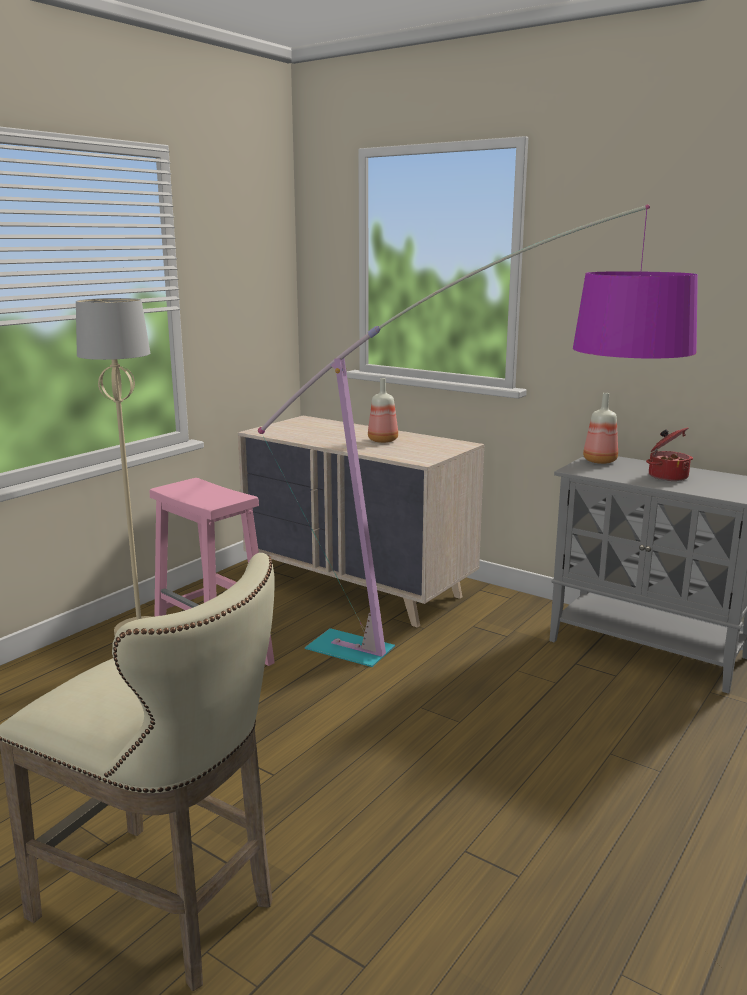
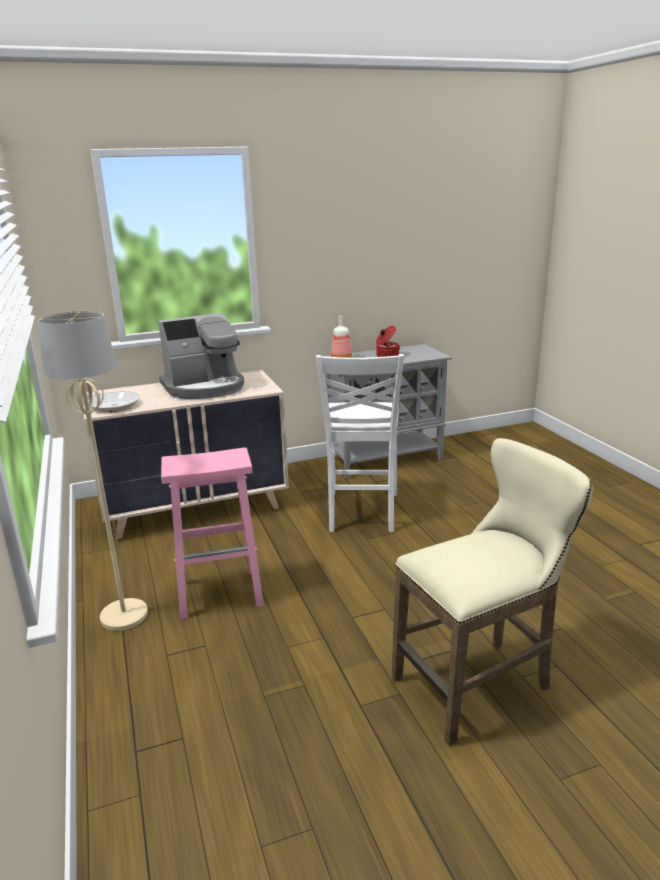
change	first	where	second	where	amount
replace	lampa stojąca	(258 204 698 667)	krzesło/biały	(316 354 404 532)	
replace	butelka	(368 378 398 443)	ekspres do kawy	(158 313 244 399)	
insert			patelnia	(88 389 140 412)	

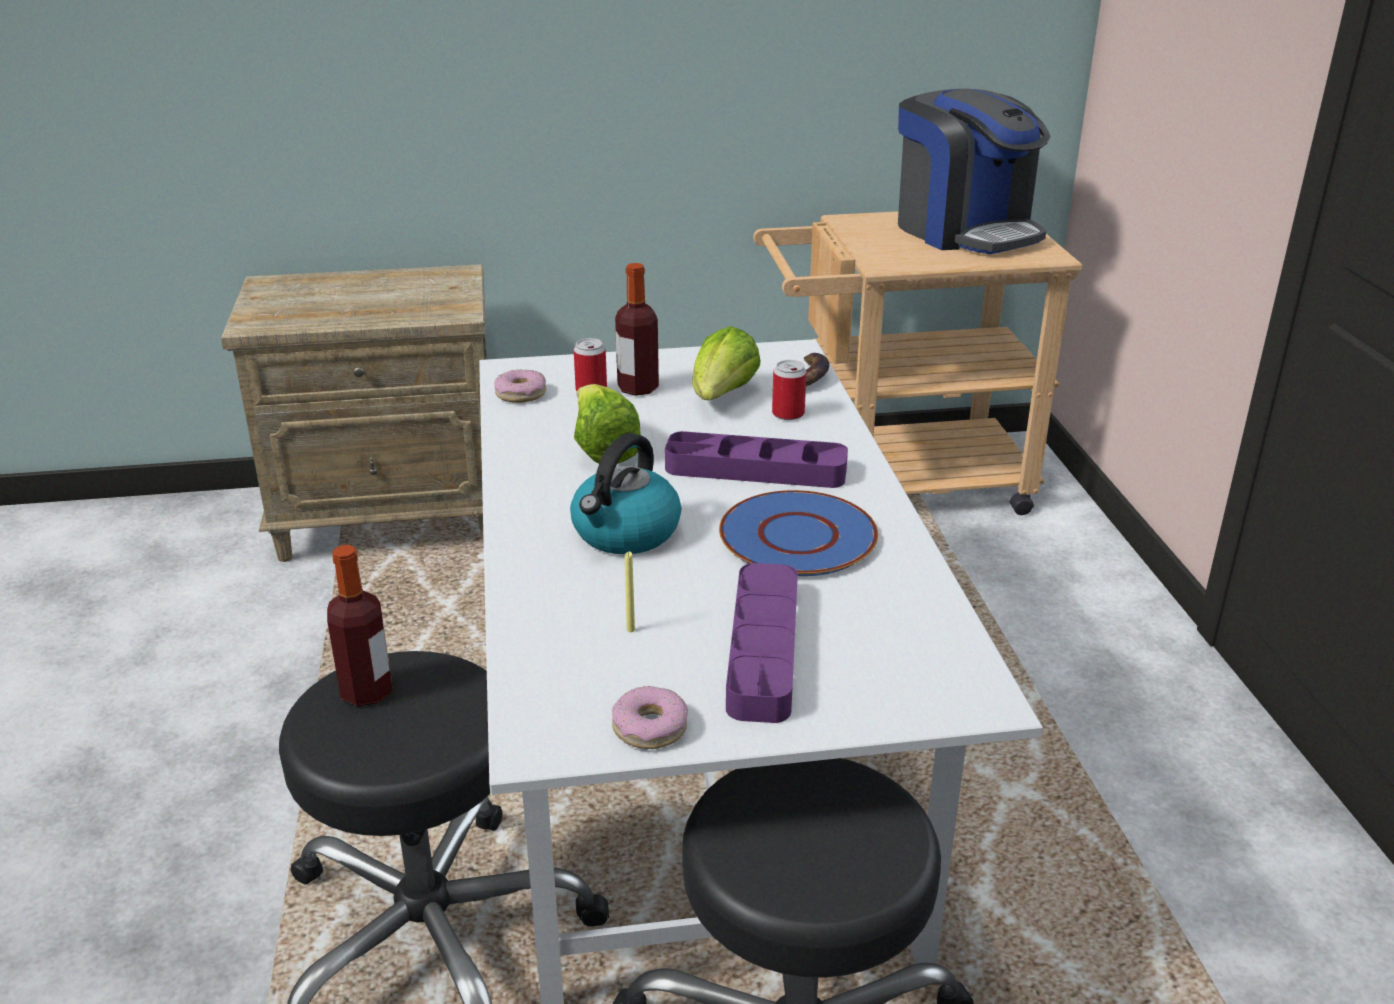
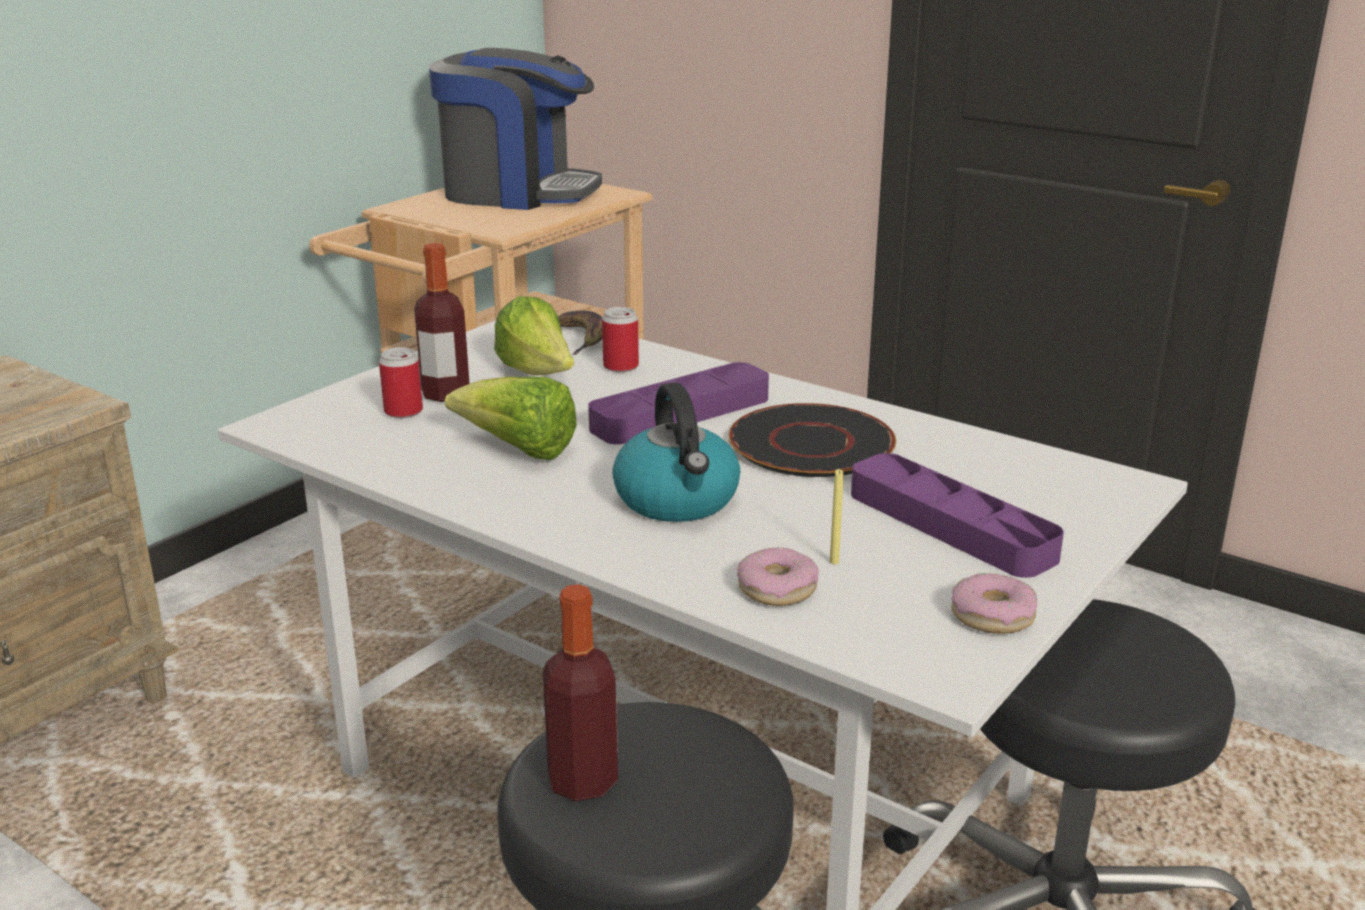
change	first	where	second	where	amount
move	donut	(494 369 546 403)		(737 547 819 606)	
recolor	talerz/niebieski	(719 490 878 576)	talerz/czarny	(729 403 896 477)	

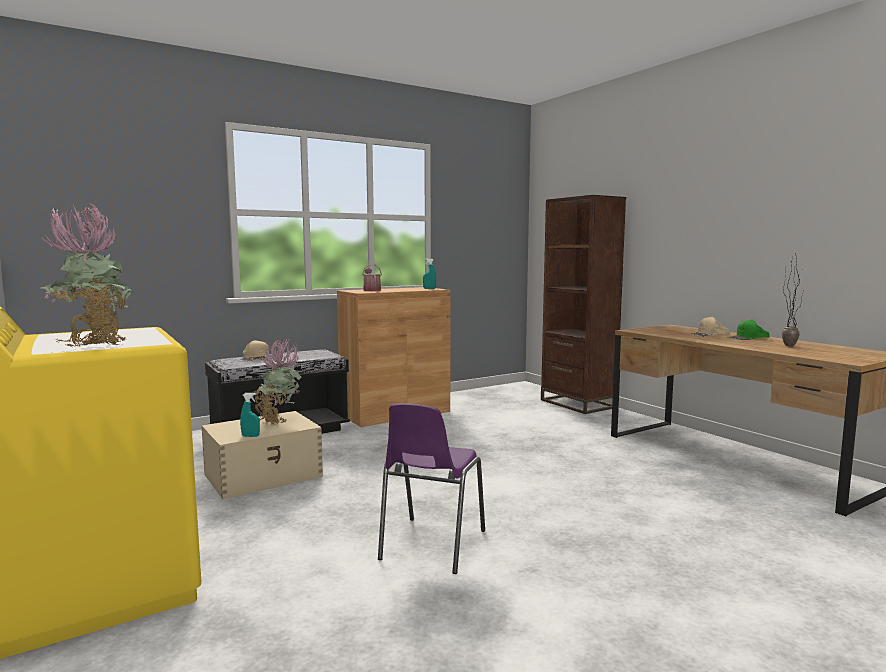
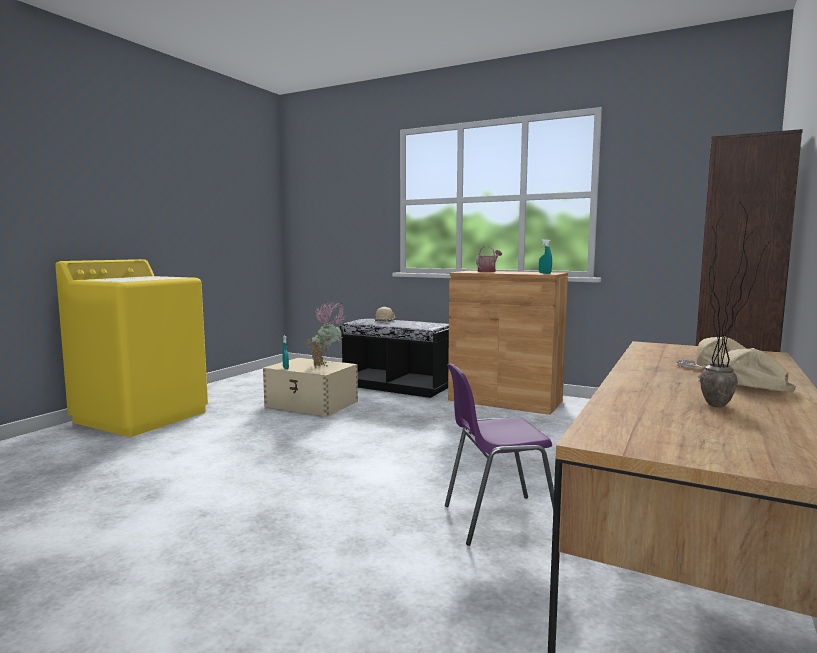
change	first	where	second	where	amount
delete	roślina doniczkowa	(40 204 133 347)			
move	krzesło/fioletowy	(378 403 485 574)		(445 363 554 546)	
recolor	czapka z daszkiem/zielony	(727 319 770 340)	czapka z daszkiem/beżowy	(698 348 796 392)	

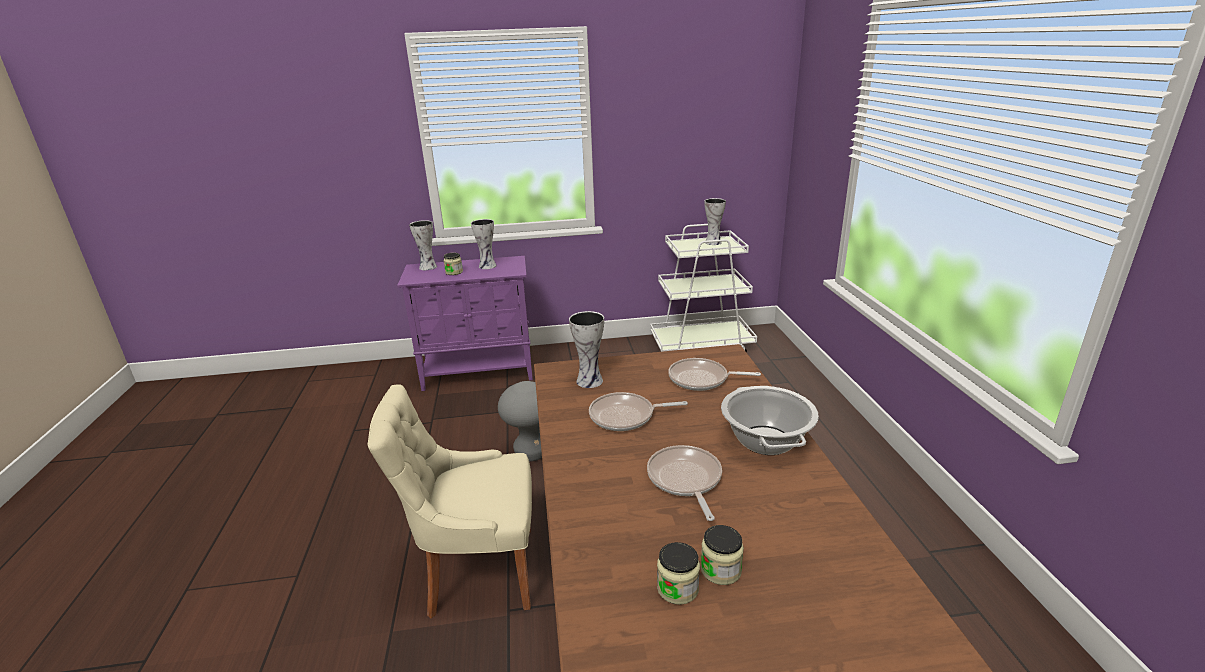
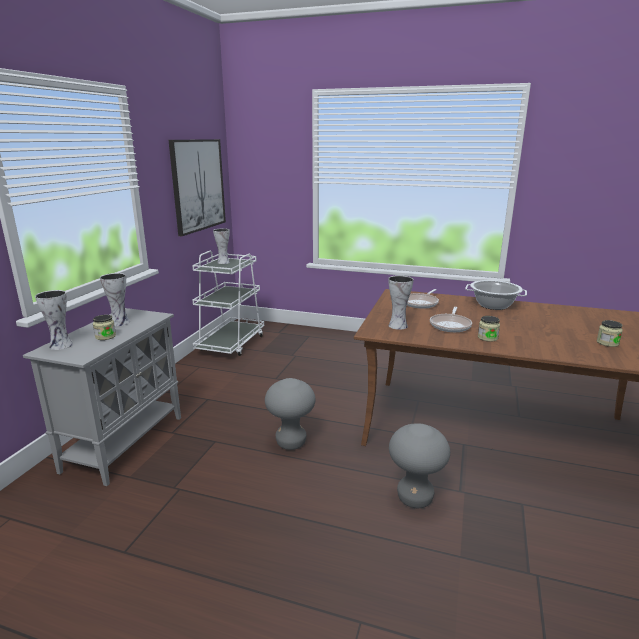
change	first	where	second	where	amount
replace	krzesło/beżowy	(368 384 532 618)	stołek/szary	(389 423 450 508)	
recolor	szafka/fioletowy	(397 256 533 391)	szafka/szary	(23 308 181 486)	
delete	patelnia	(647 445 722 521)			
move	słoik	(701 525 744 585)		(478 316 500 342)	
insert			obraz	(168 139 226 236)	

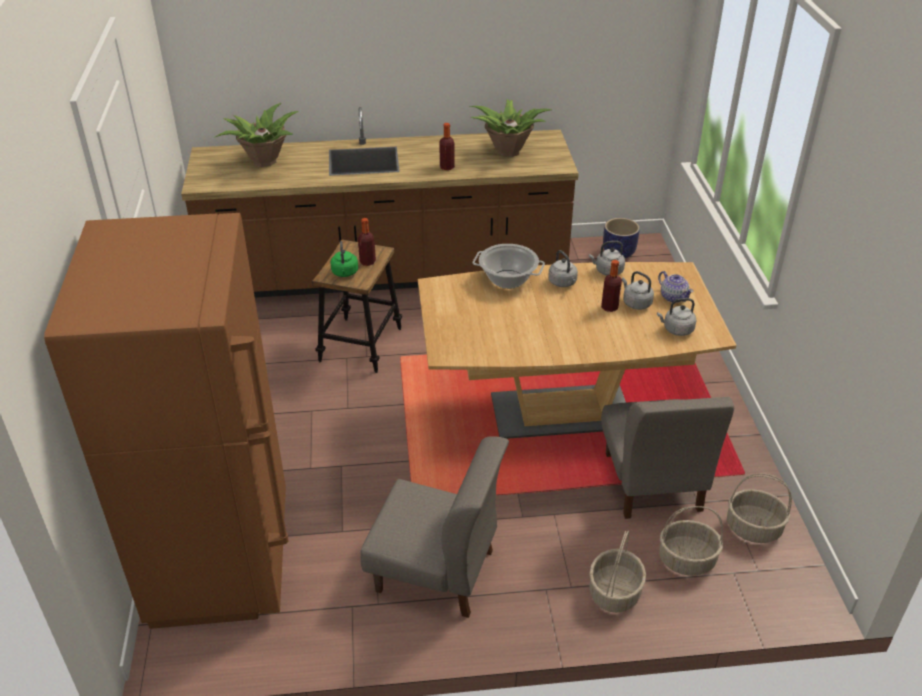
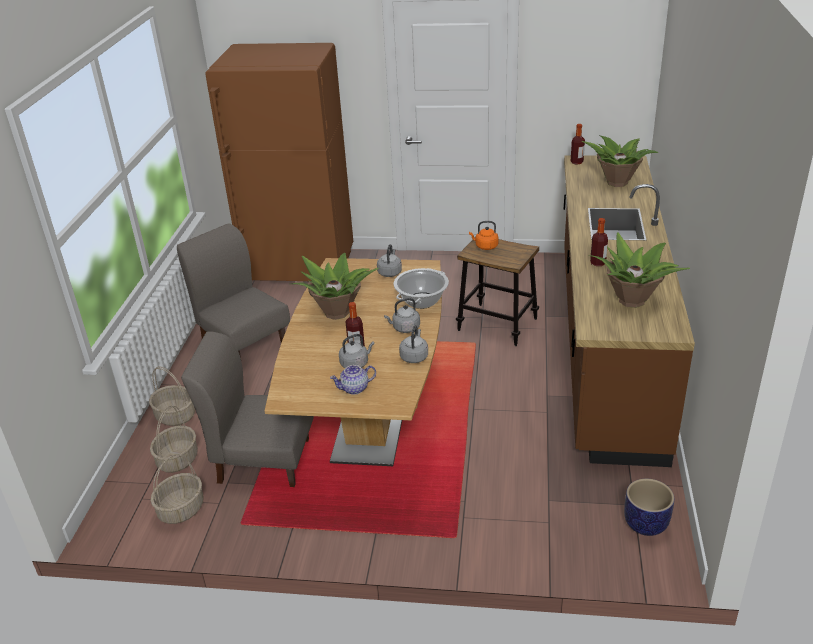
change	first	where	second	where	amount
recolor	czajnik/zielony	(330 241 358 277)	czajnik/pomarańczowy	(469 221 499 250)	
move	butelka	(358 218 376 266)		(571 124 585 165)	
rotate	krzesło/szary	(360 436 509 618)		(177 223 290 358)	105 degrees clockwise
move	czajnik/szary	(657 298 696 336)		(377 244 402 277)	
insert			roślina doniczkowa	(292 253 379 320)	

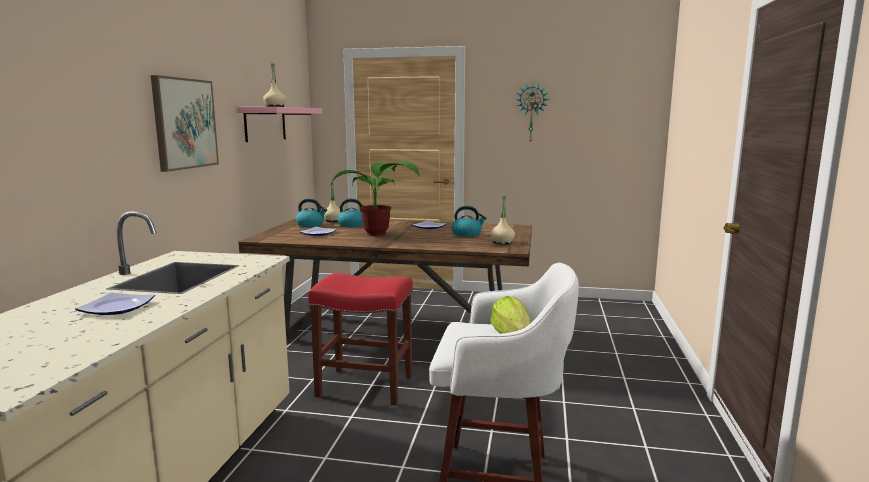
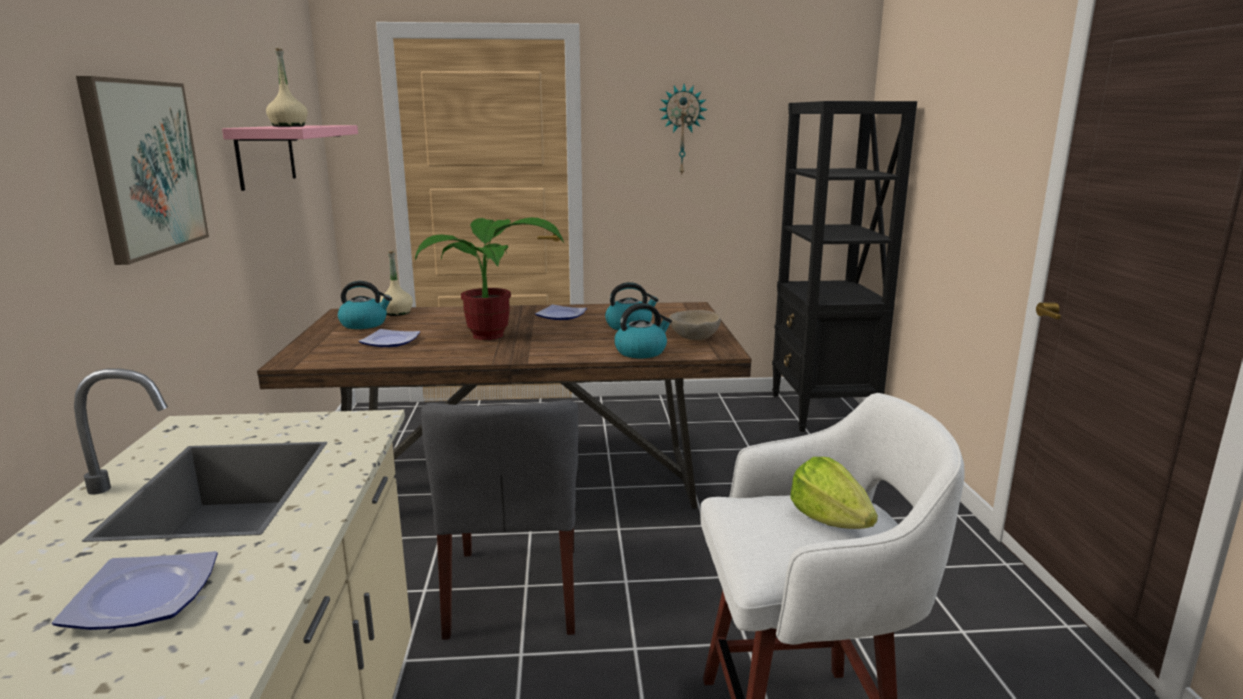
change	first	where	second	where	amount
replace	stołek/czerwony	(308 273 413 405)	krzesło/szary	(421 400 578 640)	
move	czajnik	(337 199 363 227)		(614 303 672 358)	
replace	butelka/beżowy	(490 197 515 244)	miska/beżowy	(669 310 721 340)	
insert			regał/czarny	(772 101 917 432)	

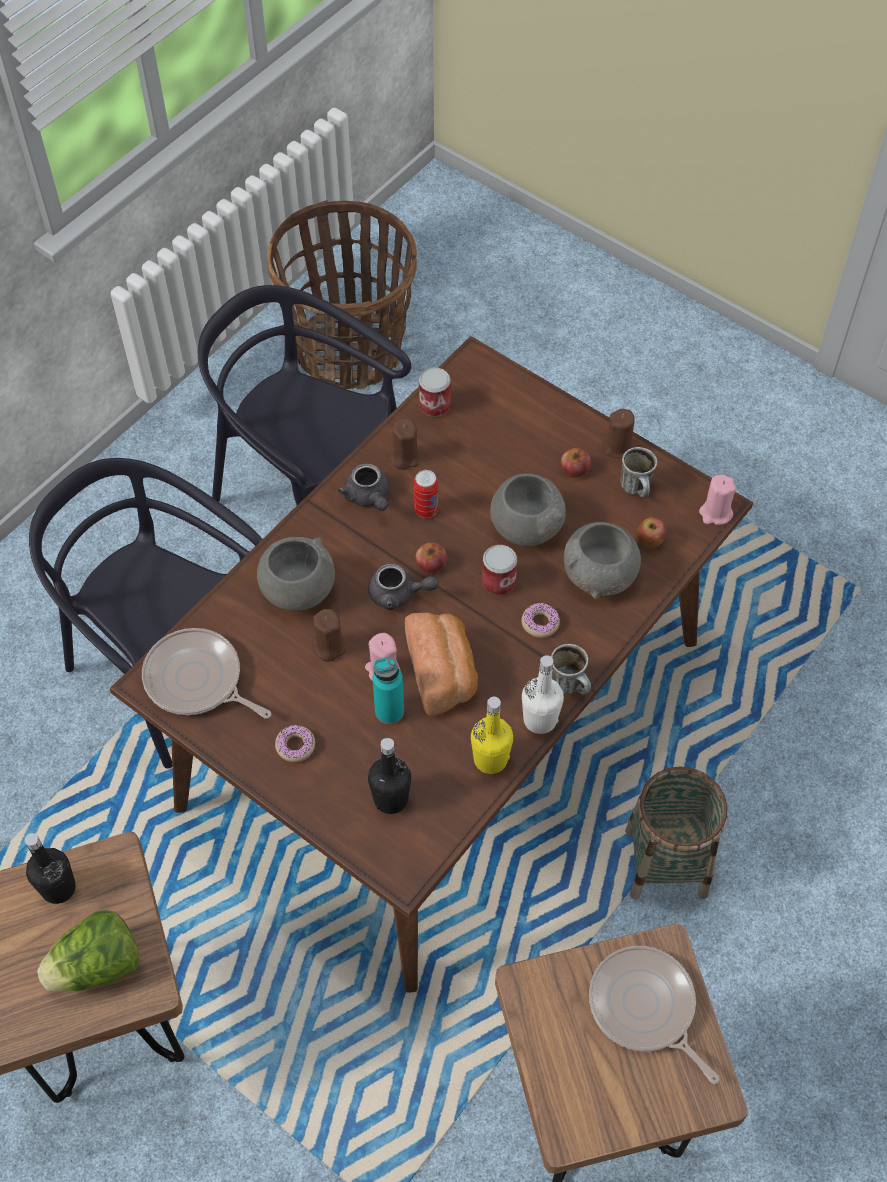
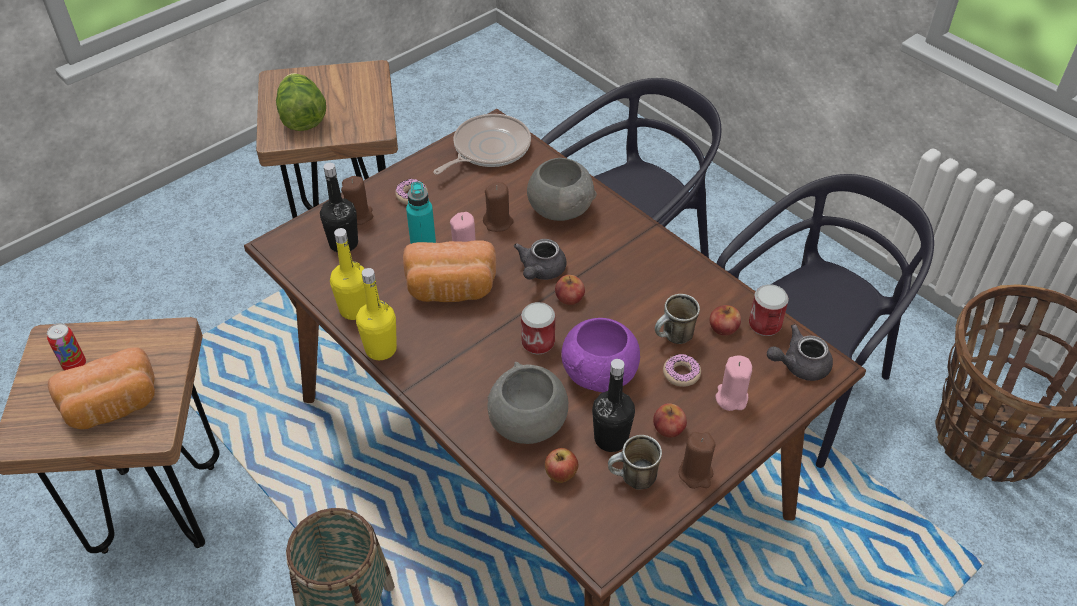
change	first	where	second	where	amount
move	butelka/czarny	(25 833 76 904)		(592 359 635 452)	
move	imbryk/szary	(338 463 389 511)		(767 324 833 381)	
move	świeca/brązowy	(390 418 420 470)		(341 176 373 225)	
move	puszka	(414 470 438 518)		(47 323 86 371)	
recolor	miska/szary	(490 473 566 546)	miska/fioletowy	(561 318 640 392)	
move	donut	(521 603 560 638)		(663 354 701 387)	
recolor	butelka/biały	(522 655 564 734)	butelka/żółty	(356 268 397 360)	
move	kubek	(551 644 591 695)		(655 294 700 344)	
replace	patelnia	(589 946 719 1084)	chleb	(48 347 155 429)	
move	świeca/różowy	(699 475 736 525)		(716 355 752 411)	
insert			jabłko	(710 305 741 336)	

